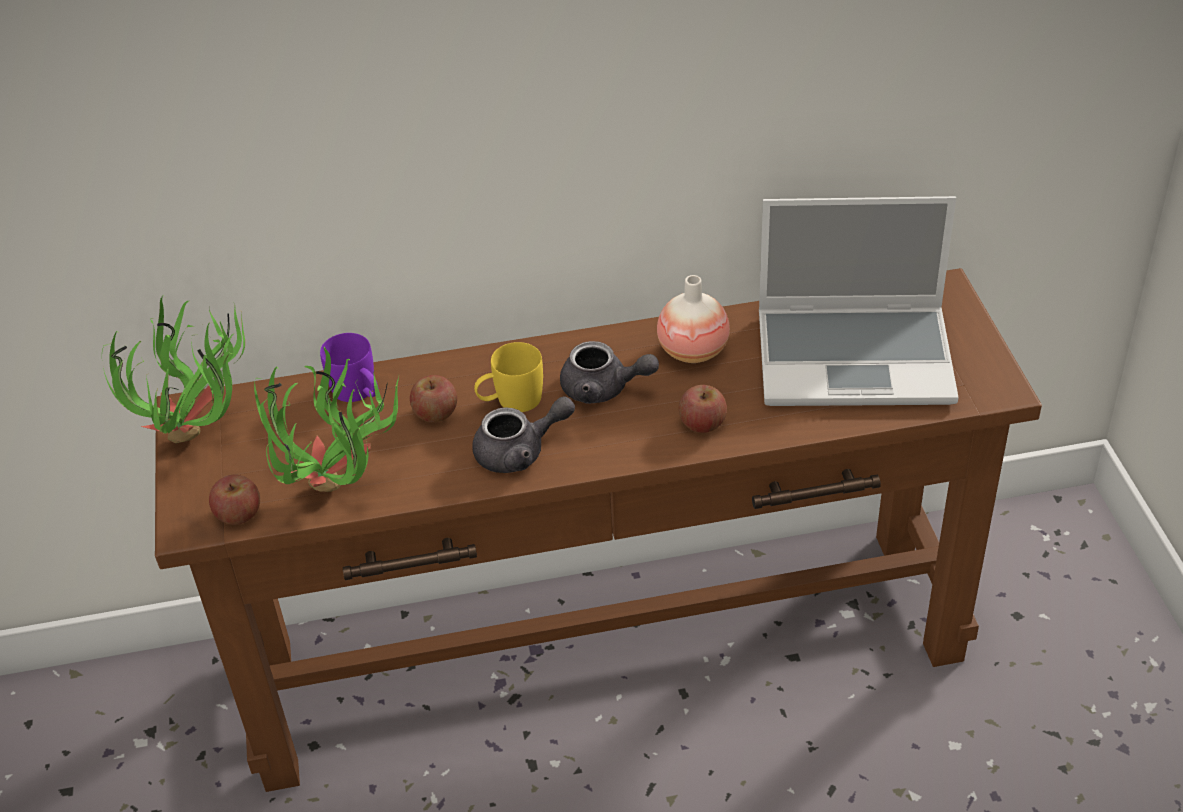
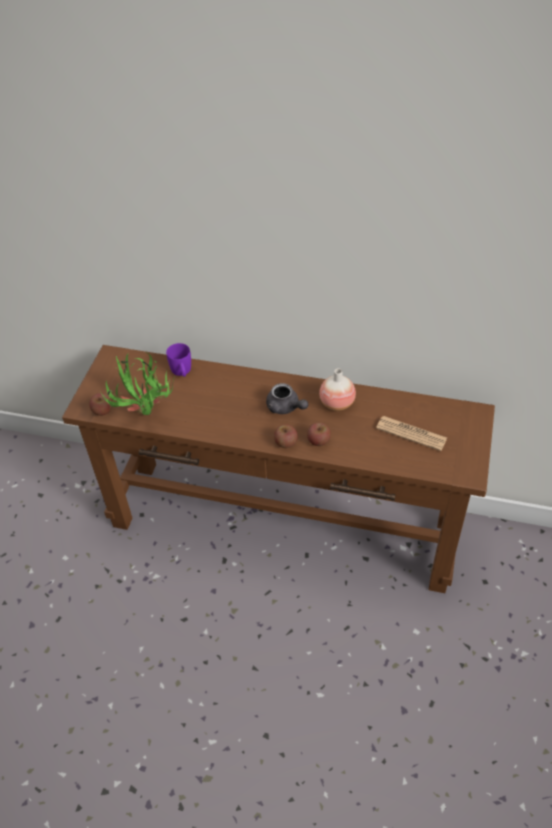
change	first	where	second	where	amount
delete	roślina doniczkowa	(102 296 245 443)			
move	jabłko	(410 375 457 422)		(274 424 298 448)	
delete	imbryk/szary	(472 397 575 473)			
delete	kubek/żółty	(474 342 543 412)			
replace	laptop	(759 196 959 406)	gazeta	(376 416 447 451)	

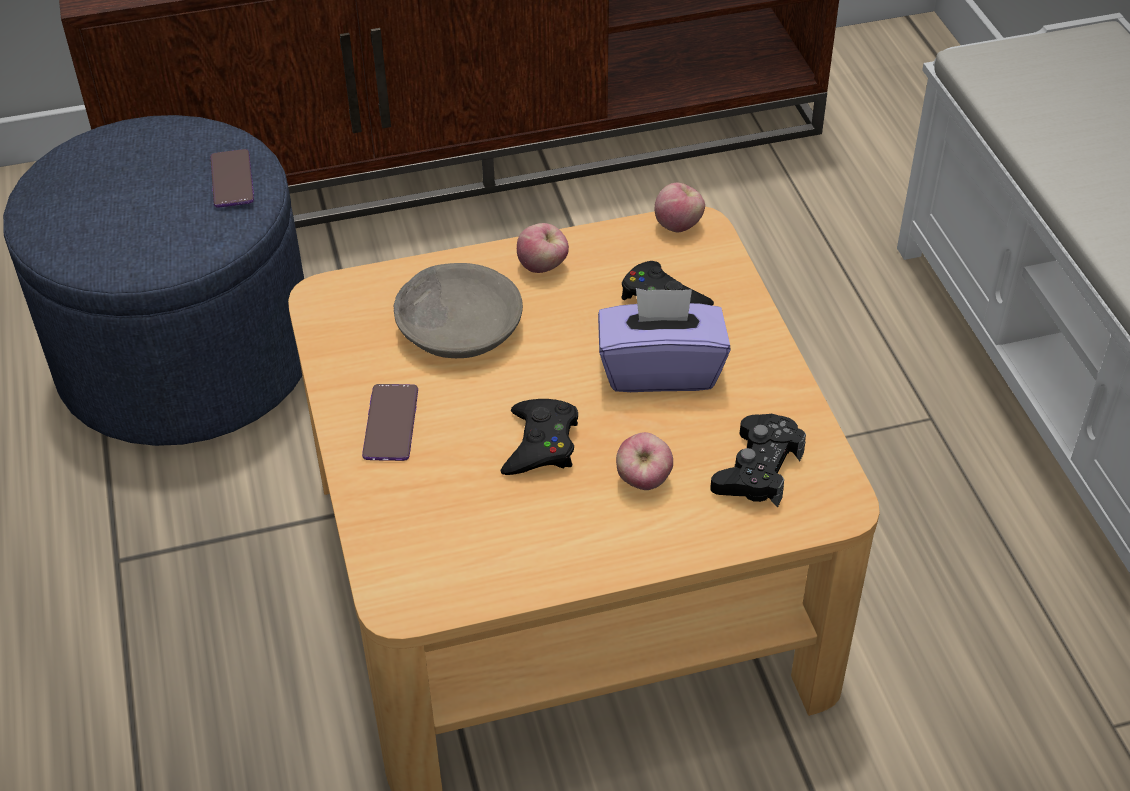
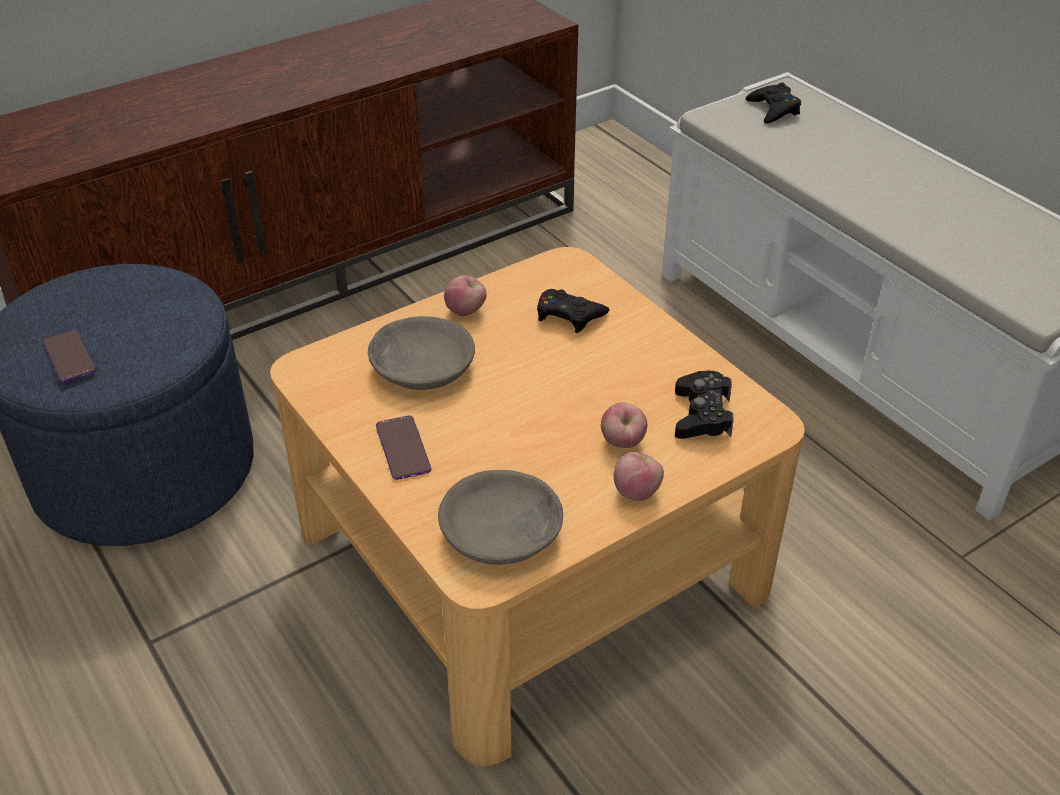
change	first	where	second	where	amount
move	telefon	(210 149 254 208)		(43 330 96 383)	
move	pad do gier/czarny	(501 399 578 475)		(745 83 801 123)	
delete	pudełko chusteczek/fioletowy	(598 288 731 392)			
move	jabłko	(655 183 705 232)		(614 452 664 501)	
insert			miska/szary	(438 470 563 564)	

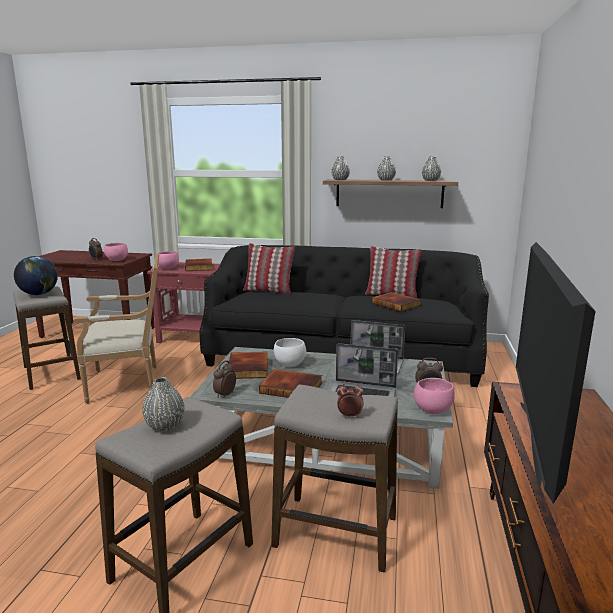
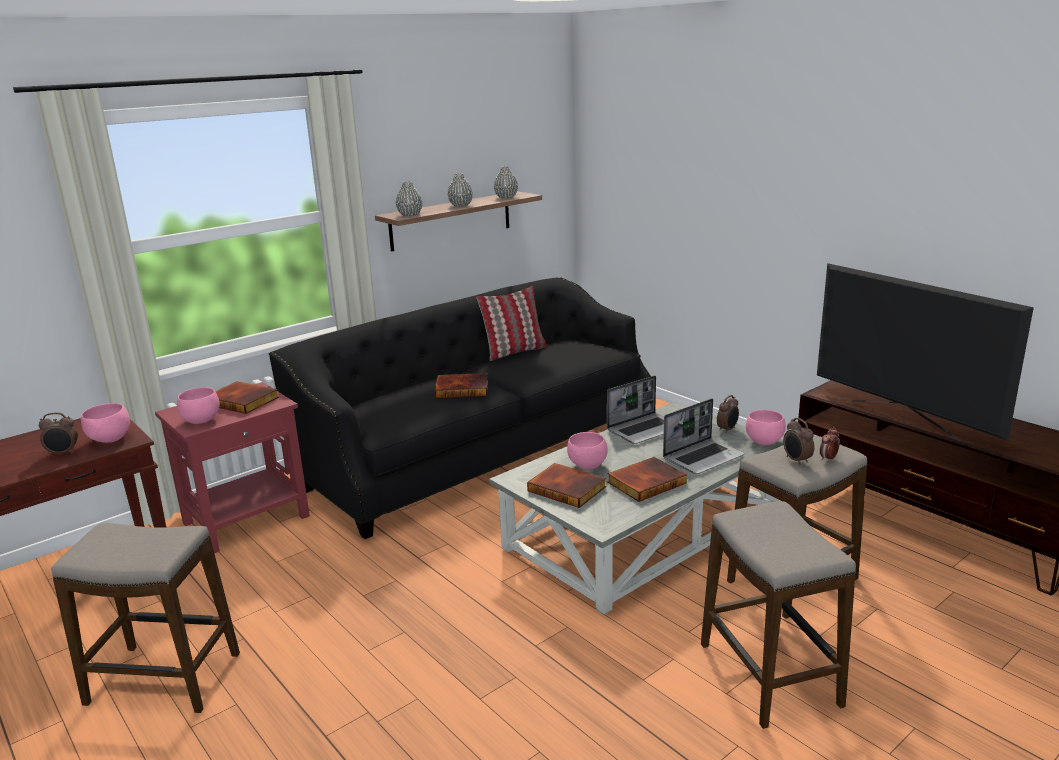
change	first	where	second	where	amount
delete	globus	(14 256 58 295)			
delete	fotel	(73 254 159 404)			
delete	wazon/szary	(142 377 184 431)			
move	budzik	(213 360 236 398)		(783 418 814 465)	
delete	poduszka	(243 243 295 294)			
recolor	miska/biały	(274 338 306 367)	miska/różowy	(567 432 608 469)	
move	książka	(372 292 421 312)		(435 373 488 398)	

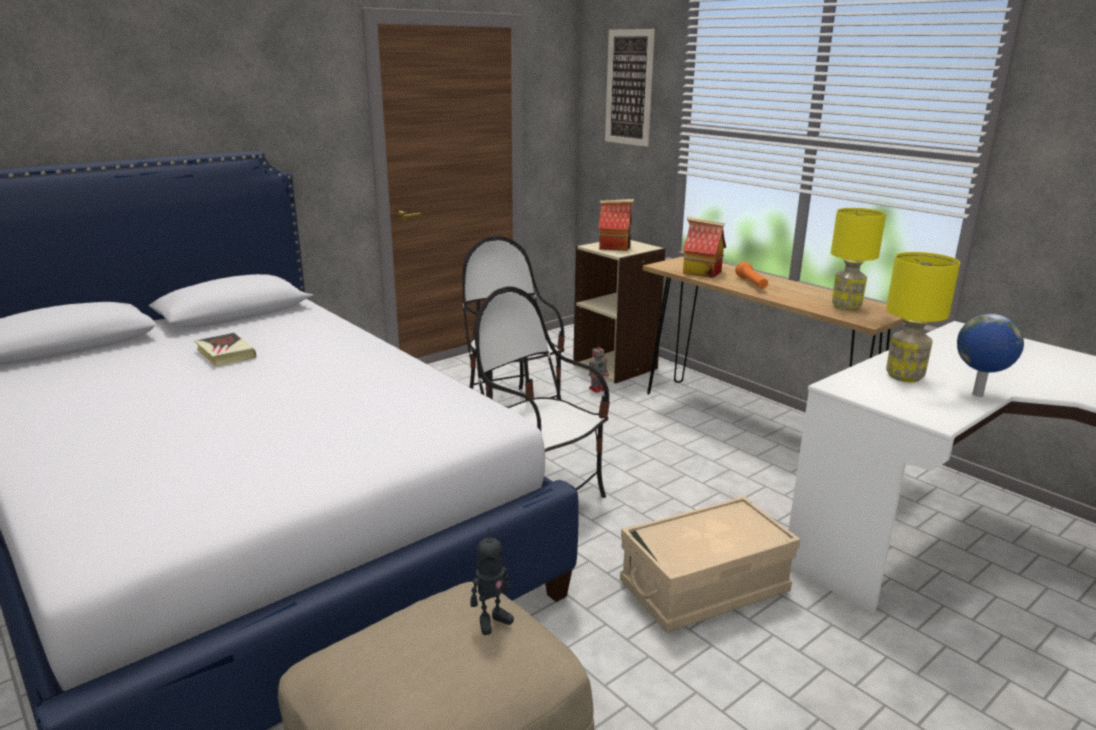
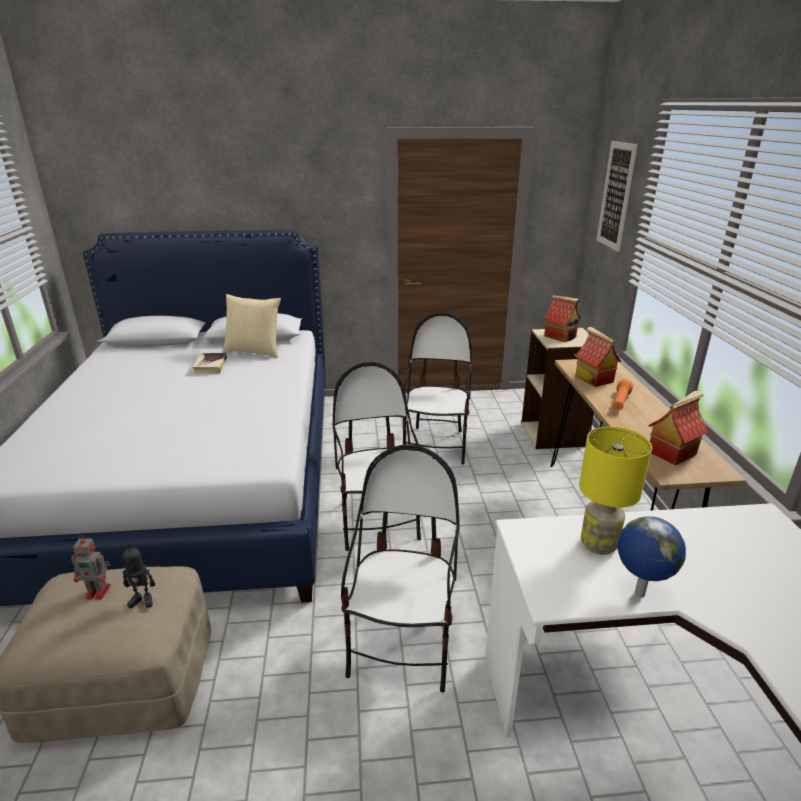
change	first	where	second	where	amount
move	robot zabawkowy	(589 343 609 393)		(71 535 111 600)	
replace	pojemnik do przechowywania/beżowy	(620 496 800 633)	krzesło	(341 445 460 693)	
replace	lampa stołowa/żółty	(831 208 886 311)	domek	(648 391 708 465)	
insert			poduszka	(223 294 281 358)	

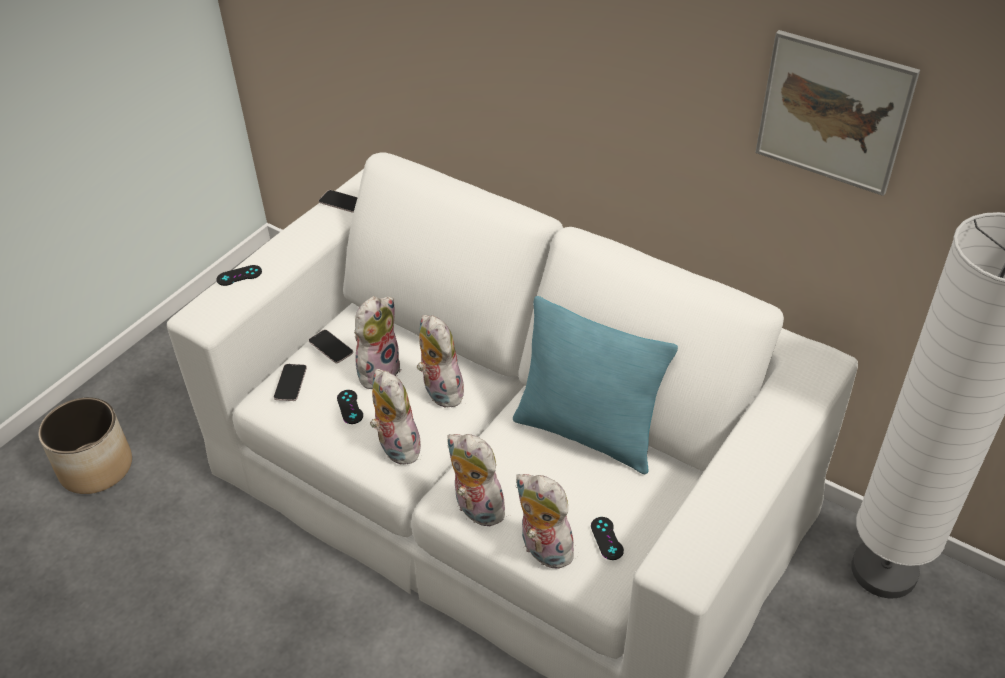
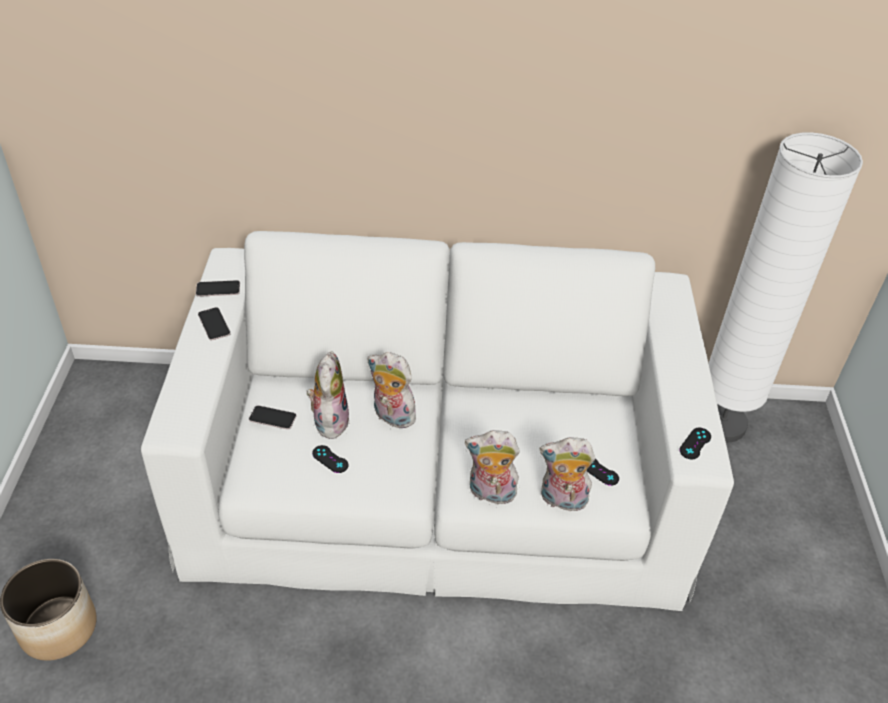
change	first	where	second	where	amount
move	pad do gier/czarny	(216 265 262 286)		(680 428 711 459)	
move	telefon	(274 364 307 401)		(198 307 231 340)	
delete	pluszak	(370 369 421 464)			
delete	poduszka/turkusowy	(513 296 678 474)			
delete	obraz	(755 30 920 196)			

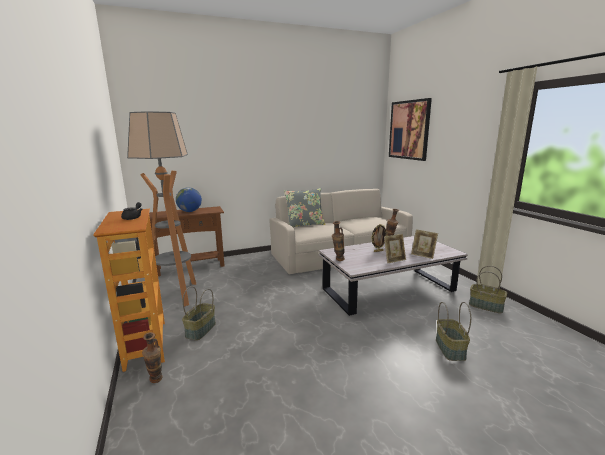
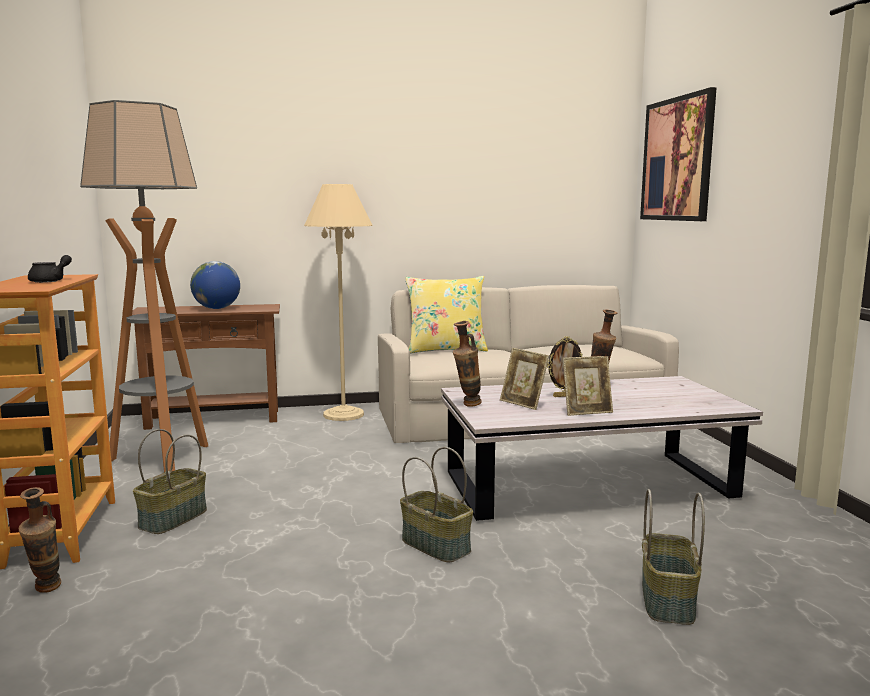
change	first	where	second	where	amount
recolor	poduszka/szary	(284 188 325 227)	poduszka/żółty	(405 276 488 353)	
move	ramka na zdjęcie	(411 229 438 259)		(500 348 549 410)	
move	koszyk	(469 266 507 313)		(400 447 473 563)	
insert			lampa stojąca/beżowy	(304 184 373 421)	

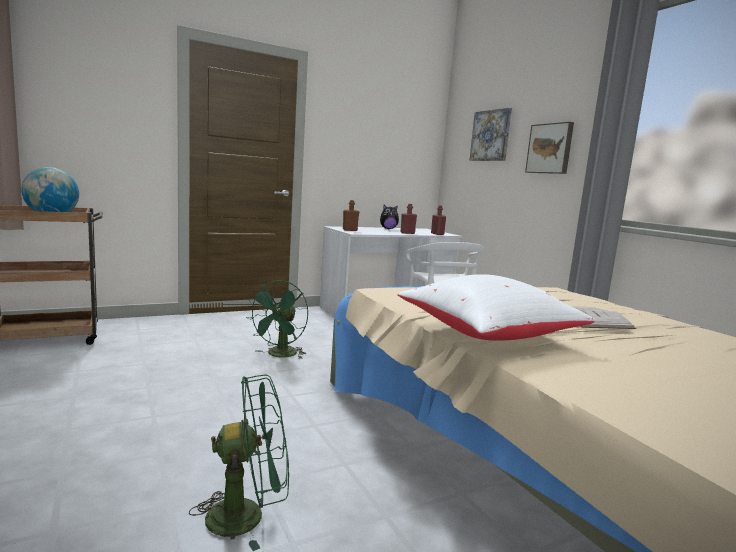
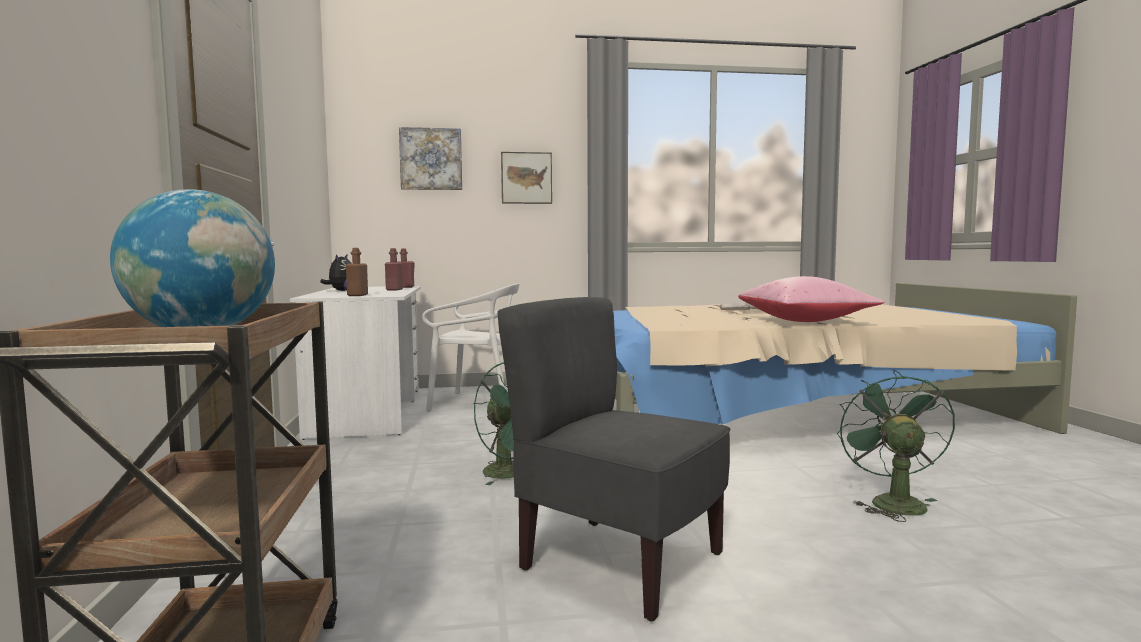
change	first	where	second	where	amount
recolor	poduszka/biały	(397 274 595 341)	poduszka/różowy	(738 276 884 322)	
insert			krzesło/szary	(497 297 730 622)	

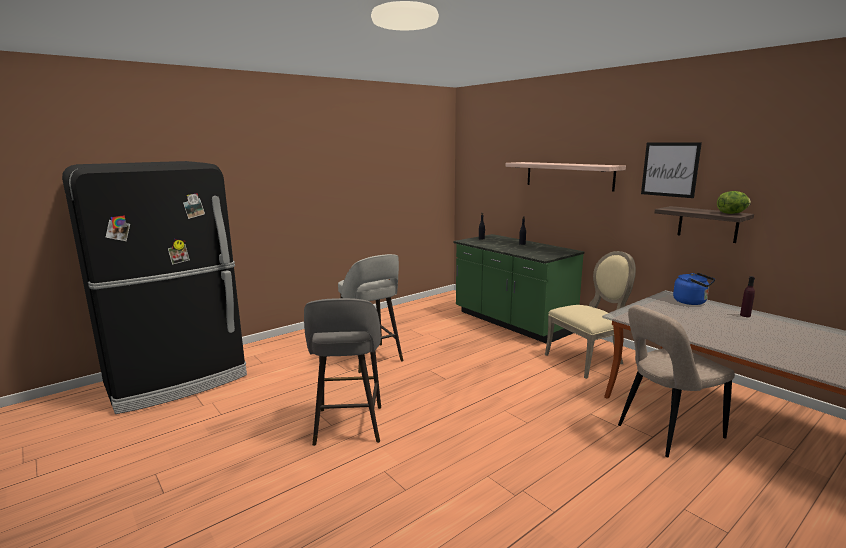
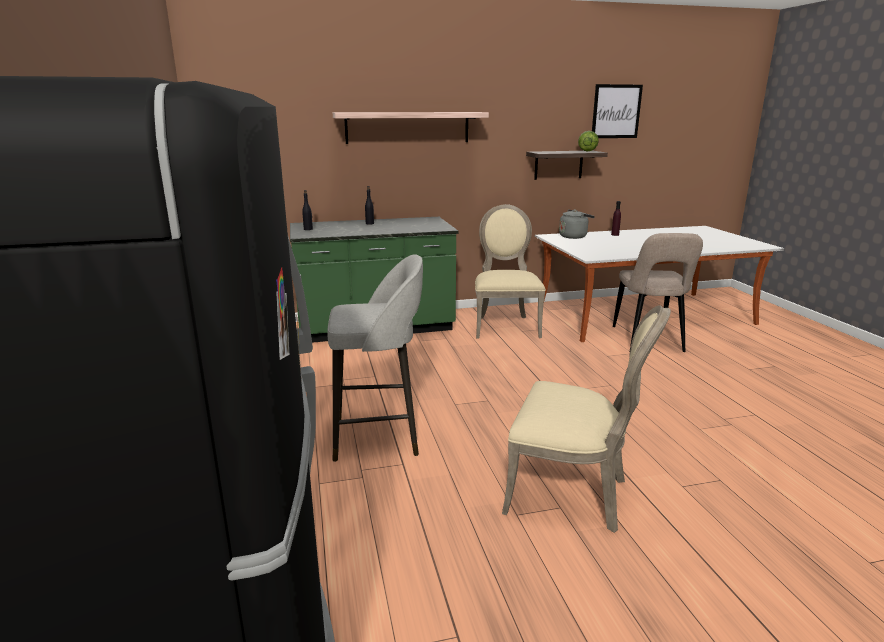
change	first	where	second	where	amount
replace	stołek/szary	(304 298 381 446)	krzesło/beżowy	(502 305 671 533)	
move	obraz	(641 142 702 198)		(592 84 643 138)	
recolor	czajnik/niebieski	(673 272 715 305)	czajnik/szary	(559 209 595 239)	

